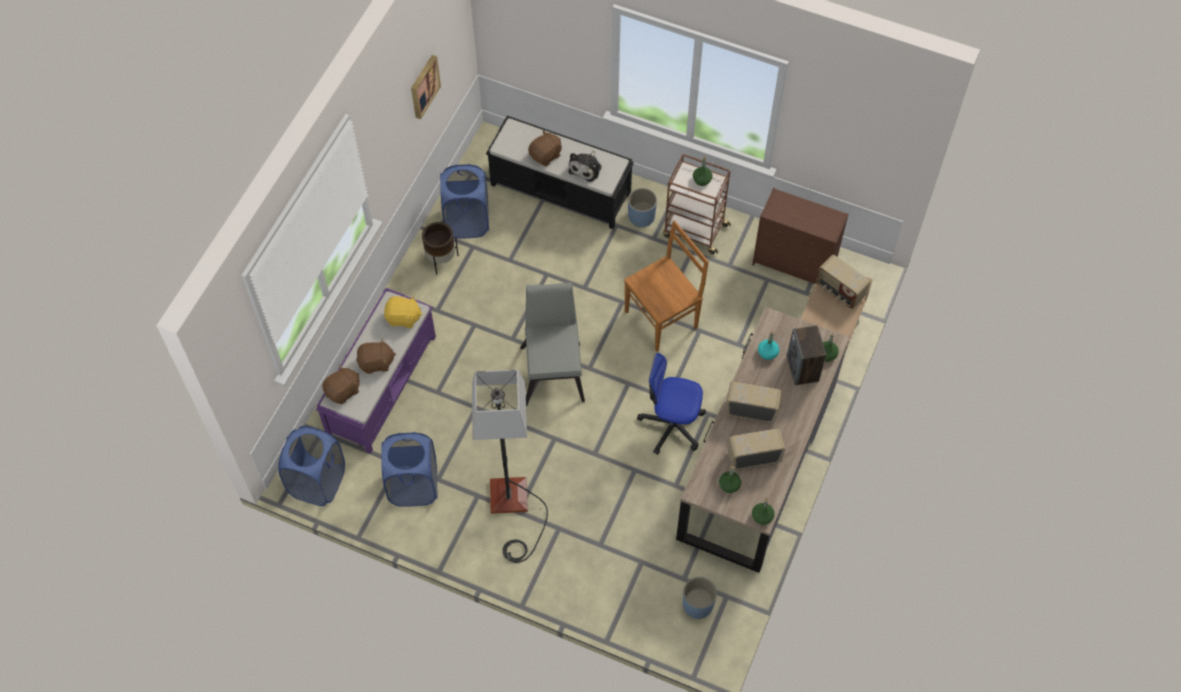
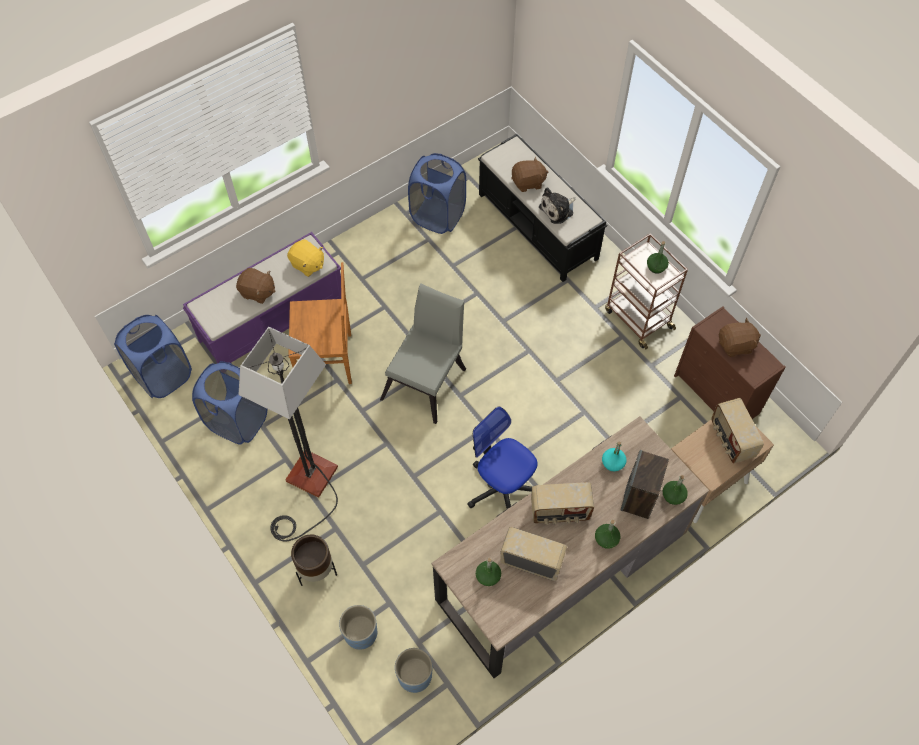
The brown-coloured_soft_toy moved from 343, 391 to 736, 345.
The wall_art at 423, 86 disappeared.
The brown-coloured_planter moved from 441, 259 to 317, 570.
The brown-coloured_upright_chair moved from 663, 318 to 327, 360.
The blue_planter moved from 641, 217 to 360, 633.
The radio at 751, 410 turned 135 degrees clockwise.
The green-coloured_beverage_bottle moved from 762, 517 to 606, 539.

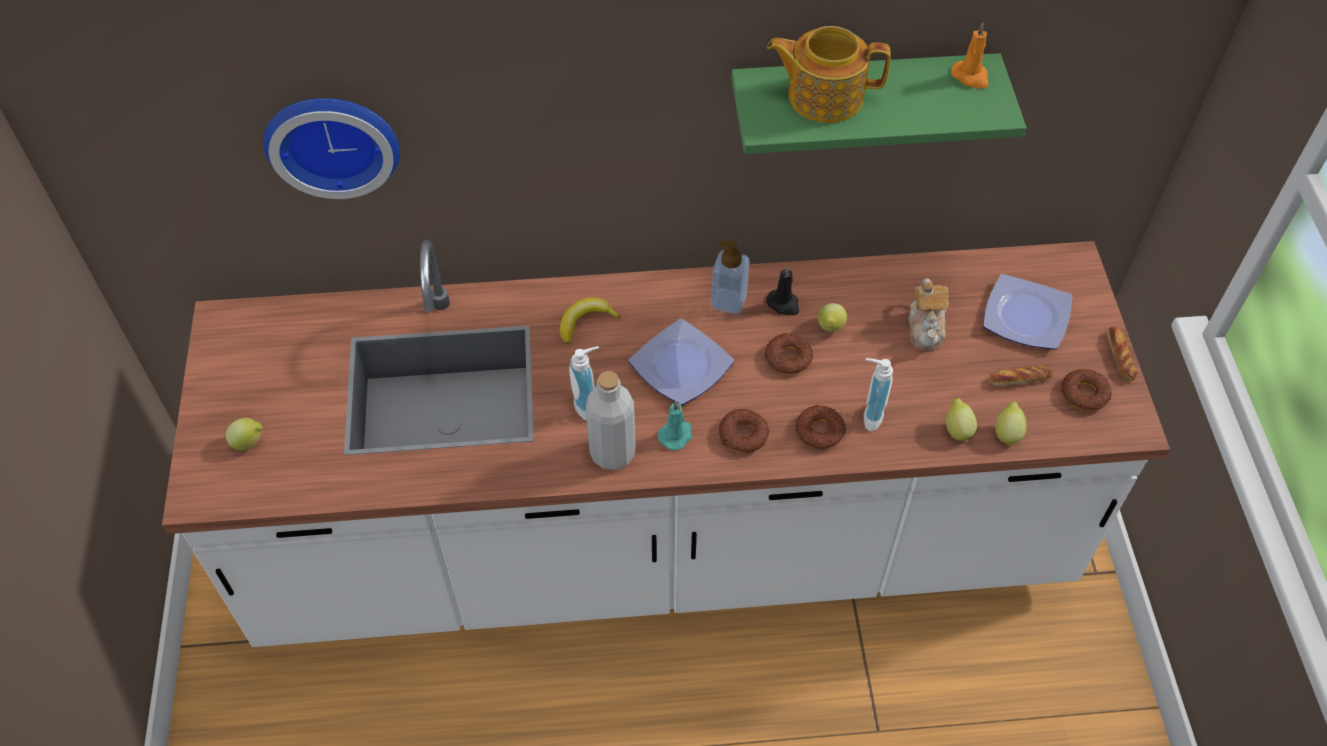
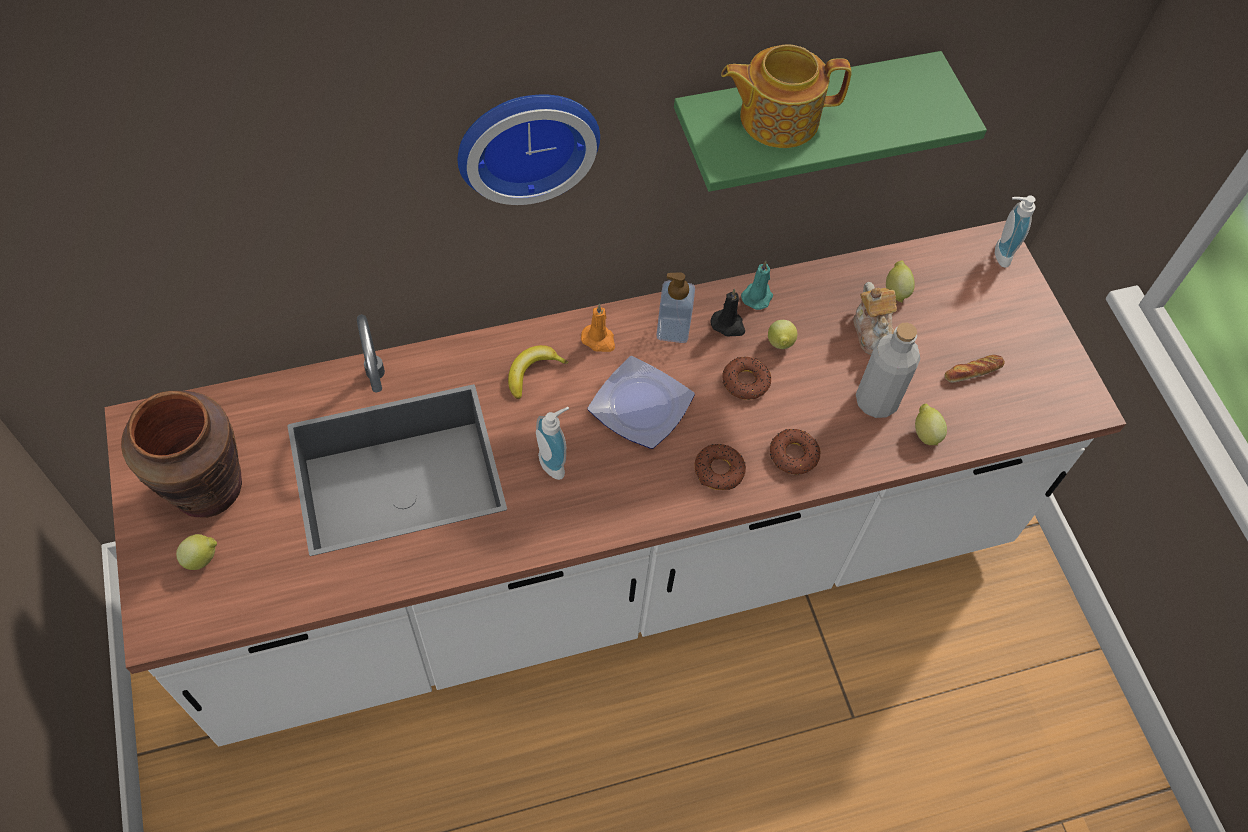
The clock_on_the_wall moved from 333, 139 to 526, 140.
The grey_beverage_bottle moved from 612, 453 to 876, 401.
The blue-green_wax_candle moved from 676, 435 to 757, 296.
The soap_dispenser moved from 868, 415 to 998, 253.
The orange_wax_candle moved from 971, 77 to 599, 340.
The dinner_plate at 1027, 316 disappeared.
The whole_lemon moved from 1007, 433 to 896, 291.
The donut at 1084, 394 disappeared.
The baked_bread at 1119, 356 disappeared.
The brown-coloured_flower_vase at 206, 489 appeared.

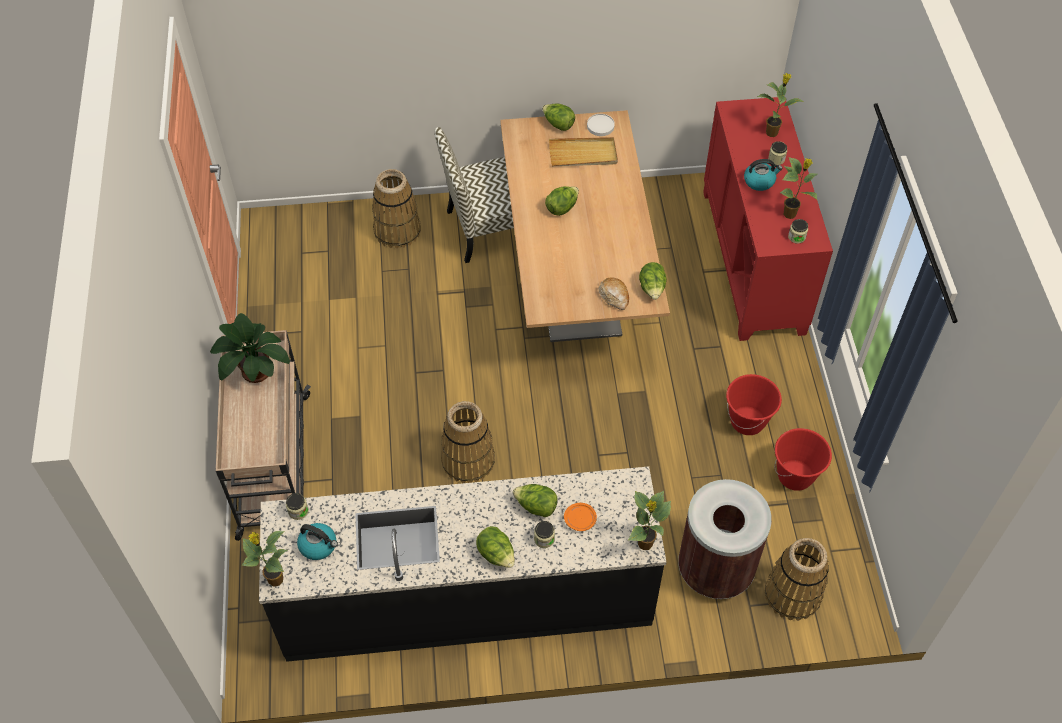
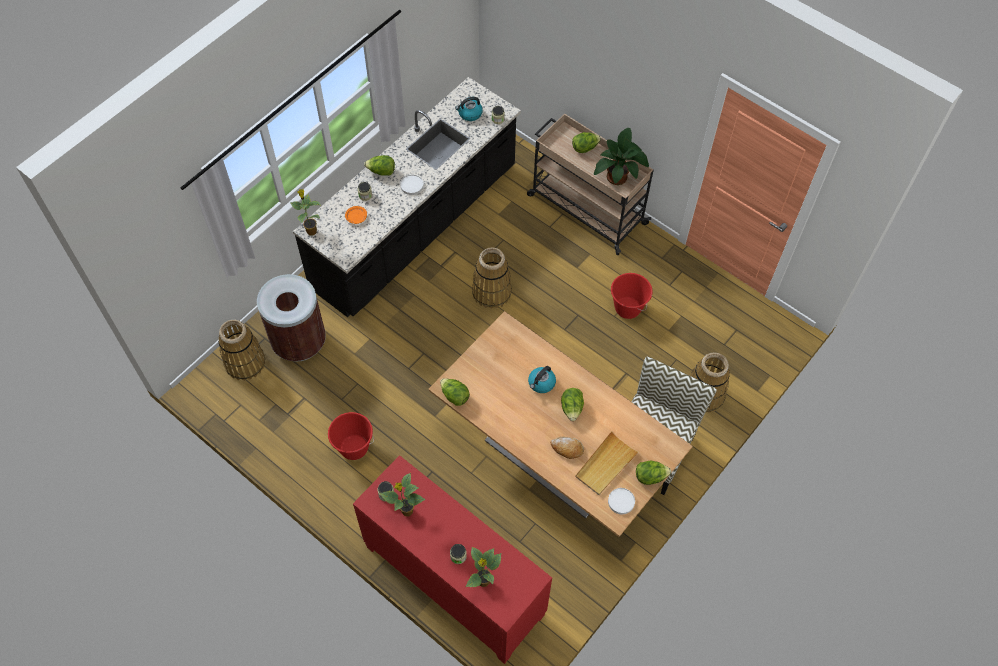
The plant_in_a_pot at 274, 579 disappeared.
The lettuce moved from 536, 506 to 585, 148.
The baked_bread moved from 614, 296 to 567, 449.
The kettle moved from 759, 181 to 541, 383.
The red_bucket moved from 795, 476 to 627, 308.
The whitish_dinner_plate at 412, 186 appeared.

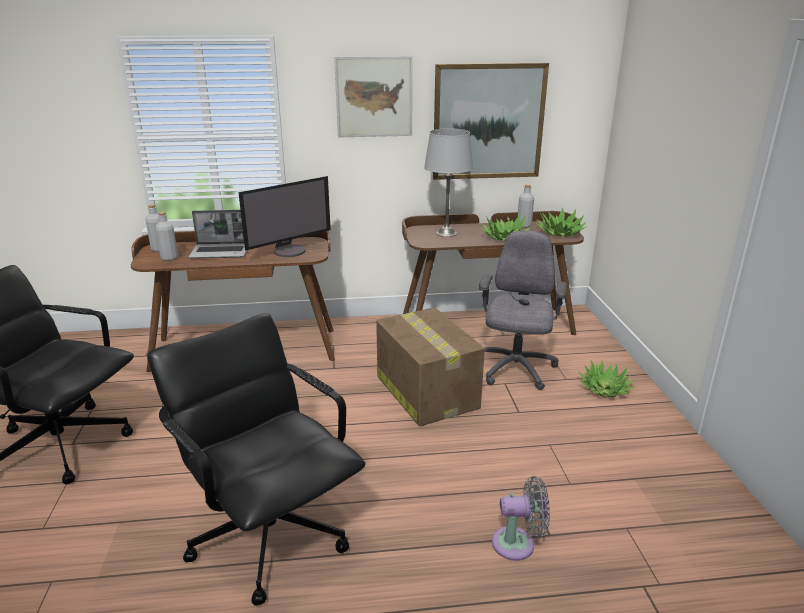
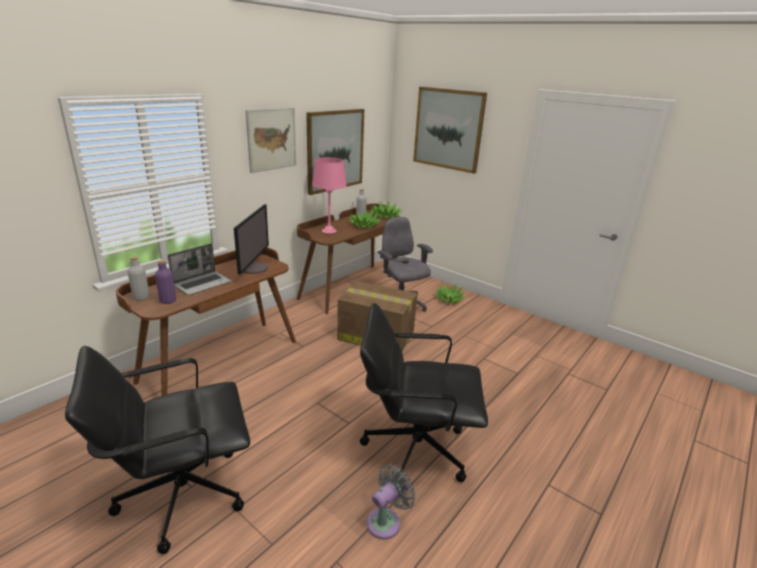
The grey_beverage_bottle at 169, 258 became the purple_beverage_bottle at 168, 301.
The grey_tabletop_lamp at 446, 233 became the pinkish_tabletop_lamp at 329, 231.
The grey_electric_fan moved from 518, 544 to 386, 521.
The wall_art at 448, 129 appeared.

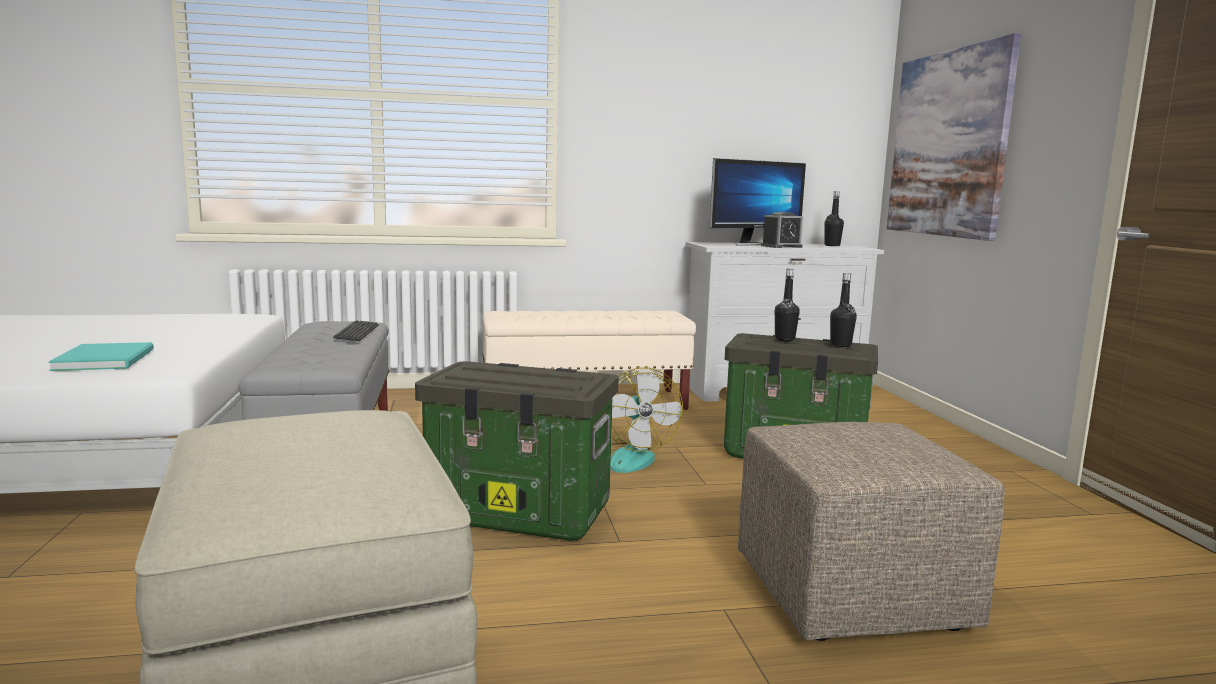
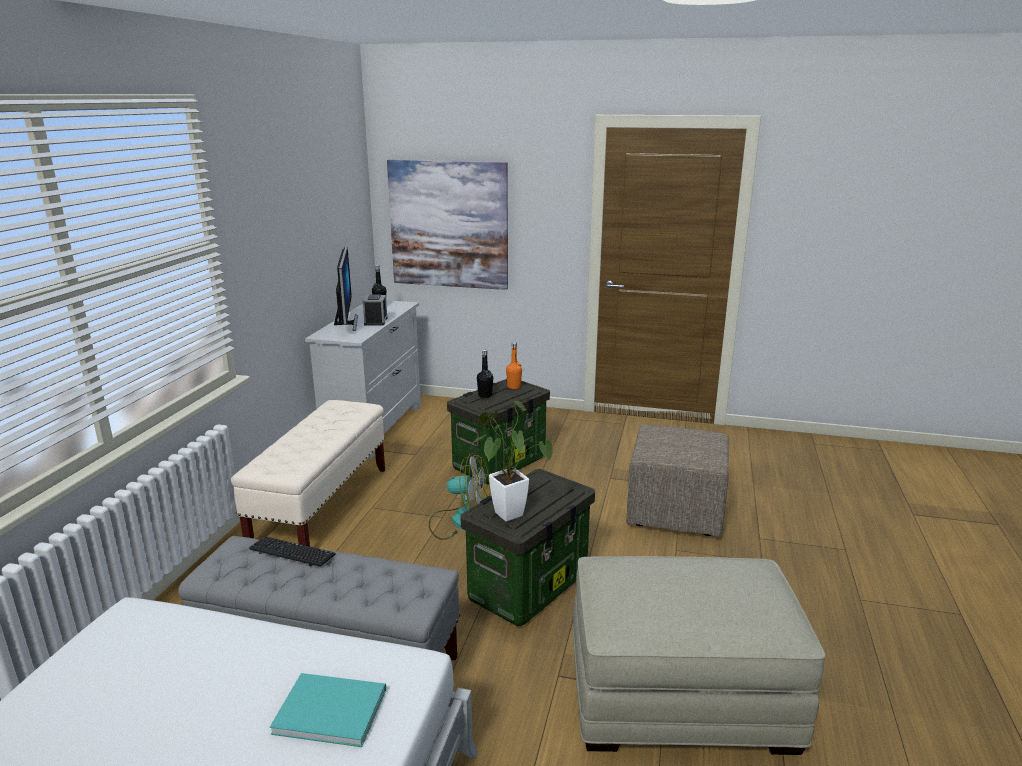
The black_beverage_bottle at 840, 345 became the orange_beverage_bottle at 514, 387.
The plant_in_a_pot at 505, 511 appeared.

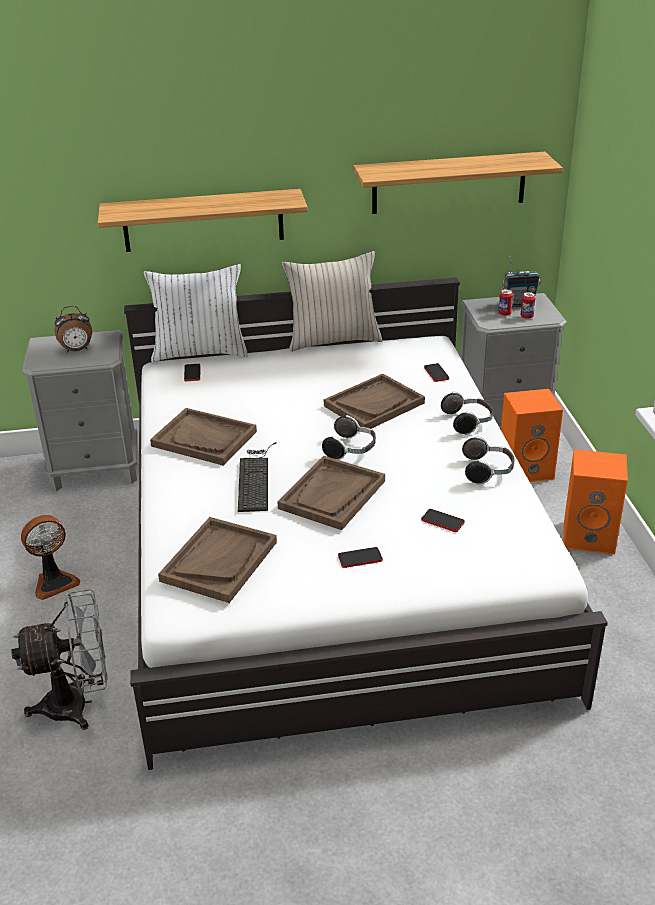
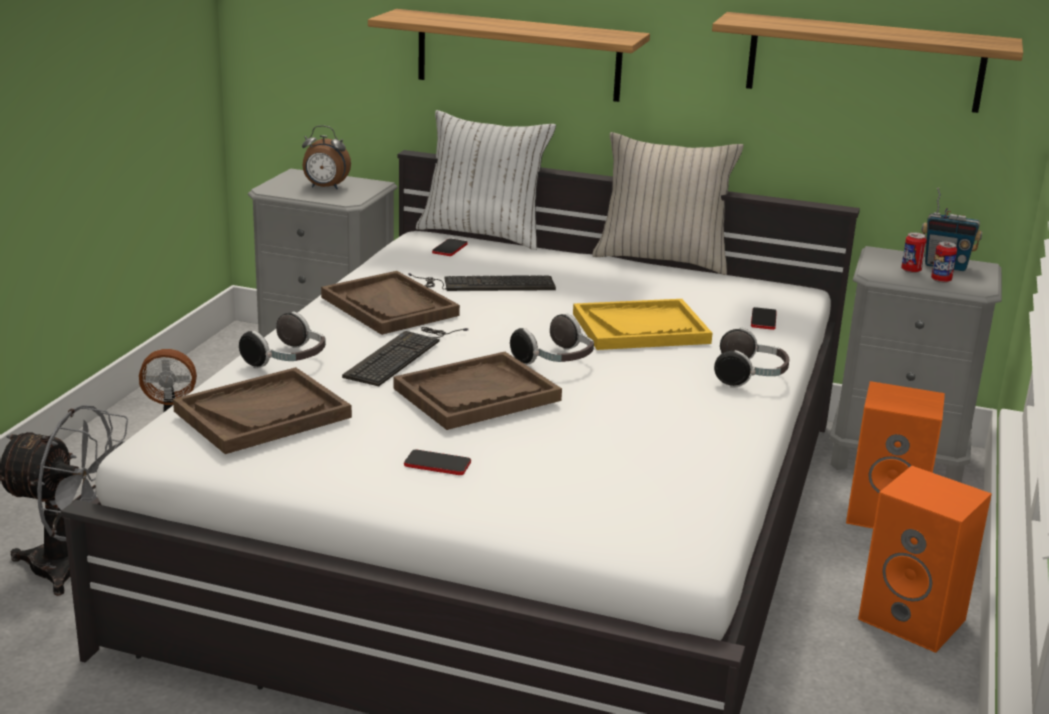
The brown-coloured_carrying_tray at 374, 404 became the yellow_carrying_tray at 640, 328.
The phone at 442, 521 disappeared.
The pair_of_headphones moved from 488, 471 to 288, 361.
The keyboard at 485, 284 appeared.

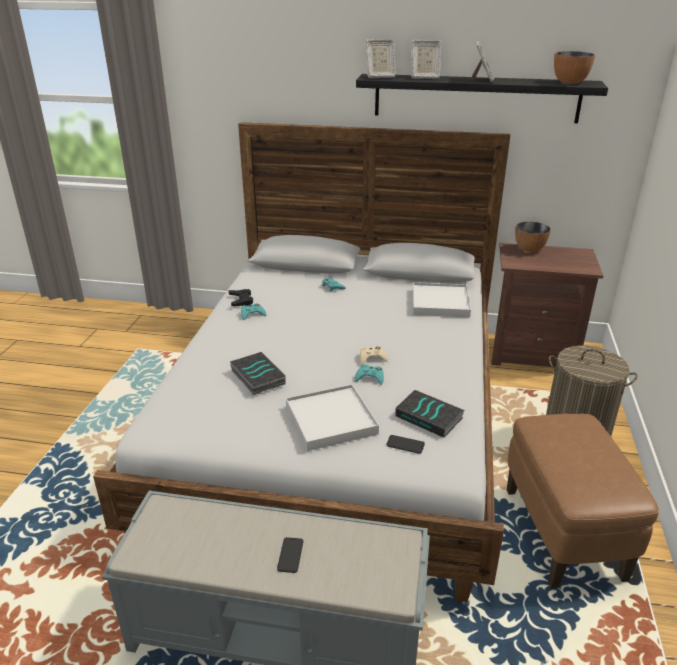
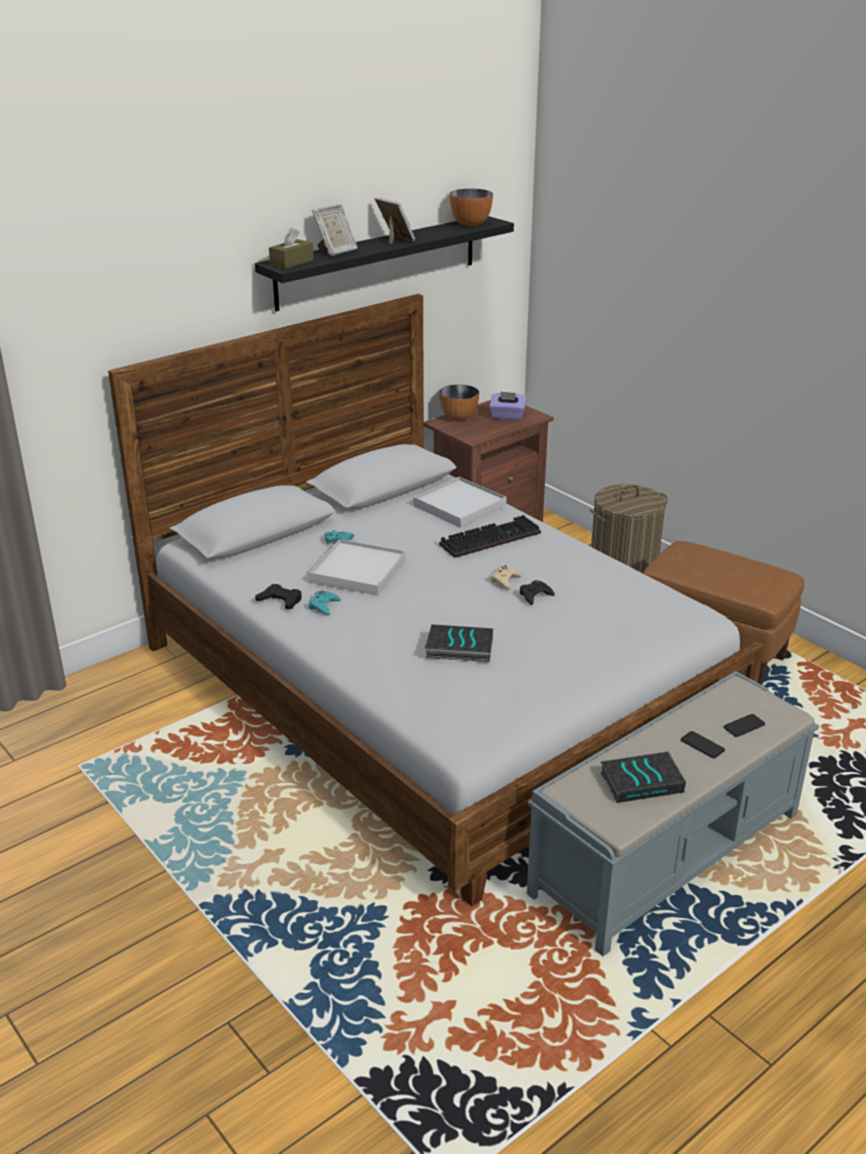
The whitish_carrying_tray moved from 330, 420 to 358, 571.
The blue-green_joypad at 370, 377 became the black_joypad at 535, 595.
The picture_frame at 379, 77 was replaced by the brown-coloured_tissue_holder at 291, 262.
The phone moved from 405, 444 to 744, 726.
The bound_book moved from 430, 417 to 642, 781.
The keyboard at 490, 538 appeared.
The purple_tissue_holder at 507, 416 appeared.

